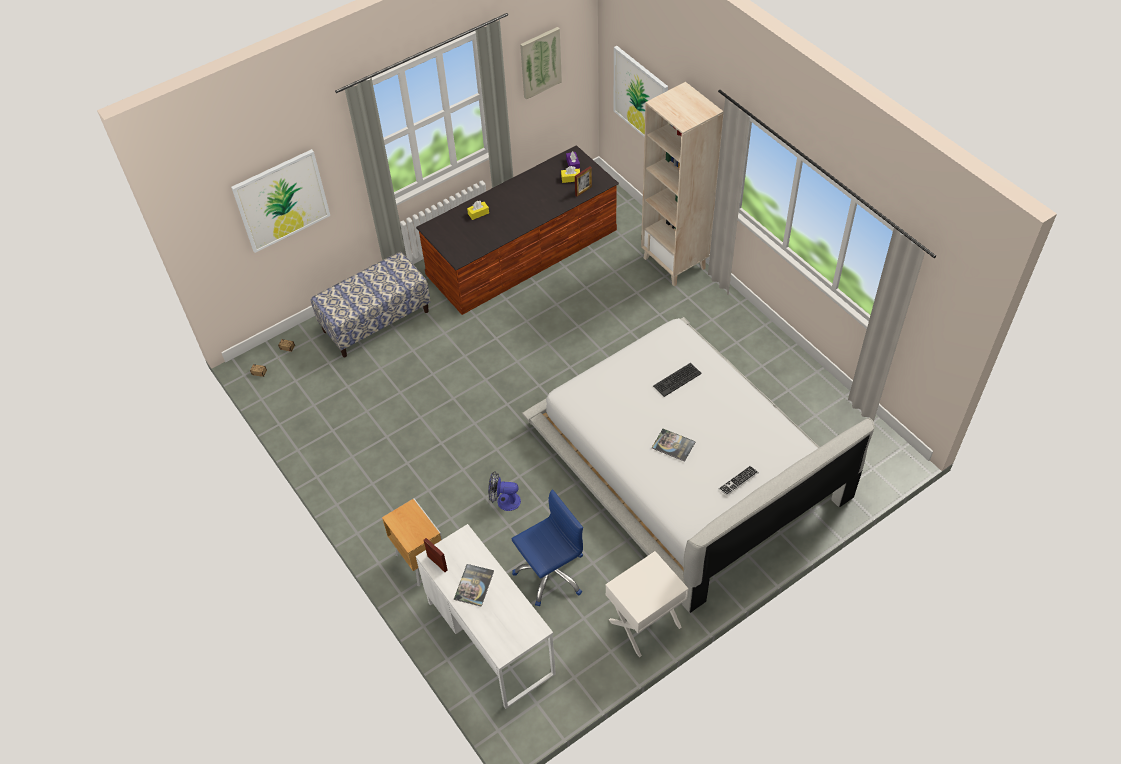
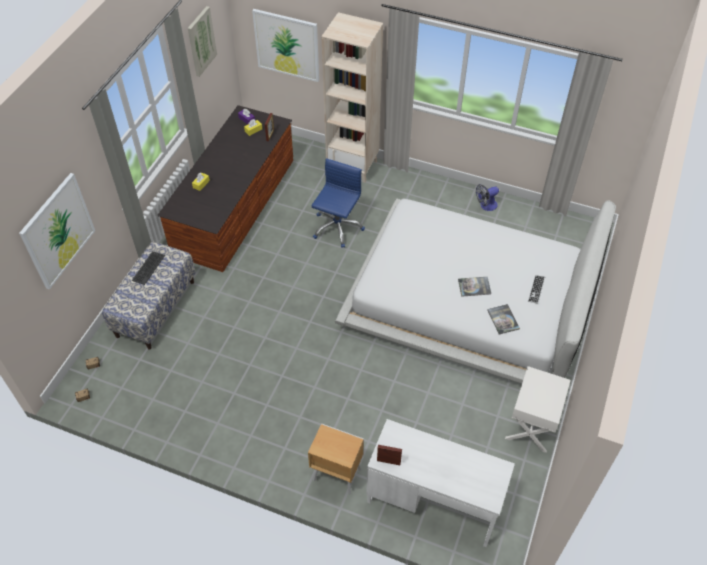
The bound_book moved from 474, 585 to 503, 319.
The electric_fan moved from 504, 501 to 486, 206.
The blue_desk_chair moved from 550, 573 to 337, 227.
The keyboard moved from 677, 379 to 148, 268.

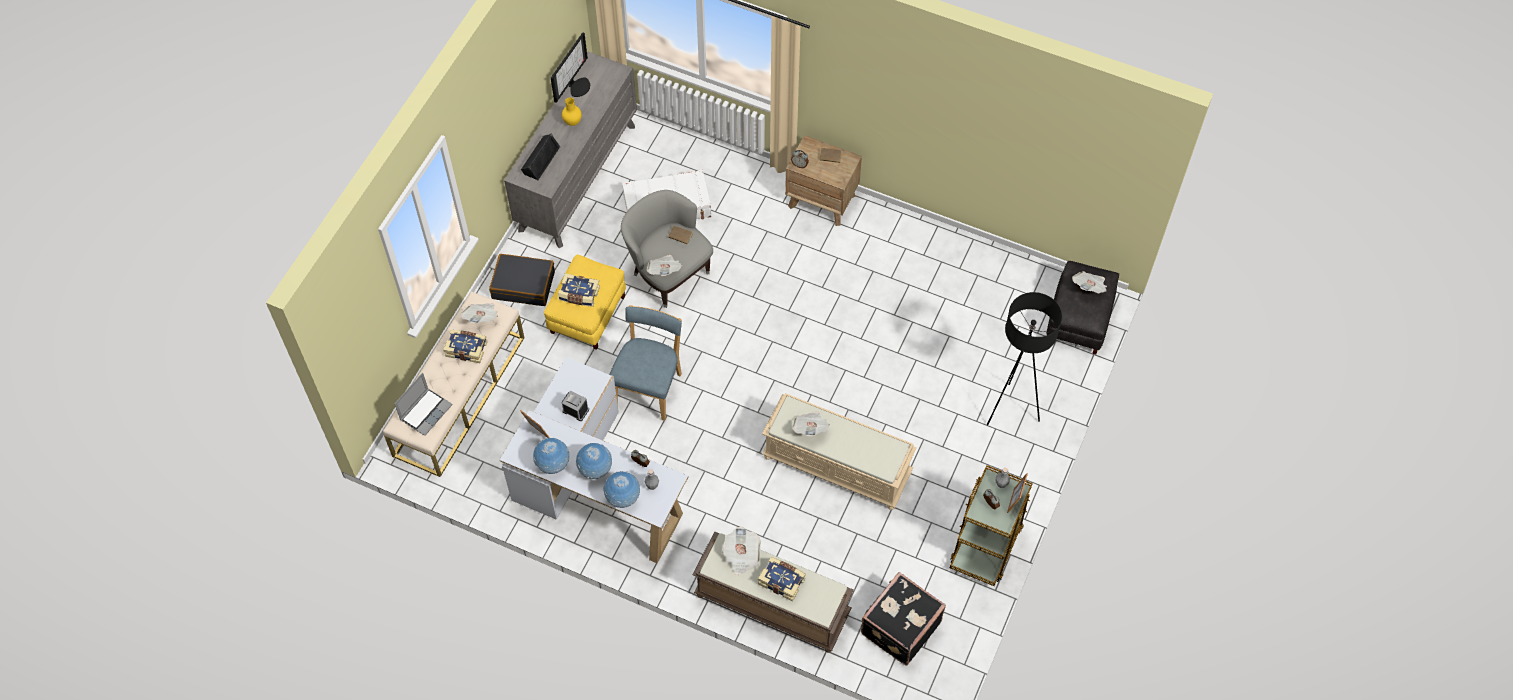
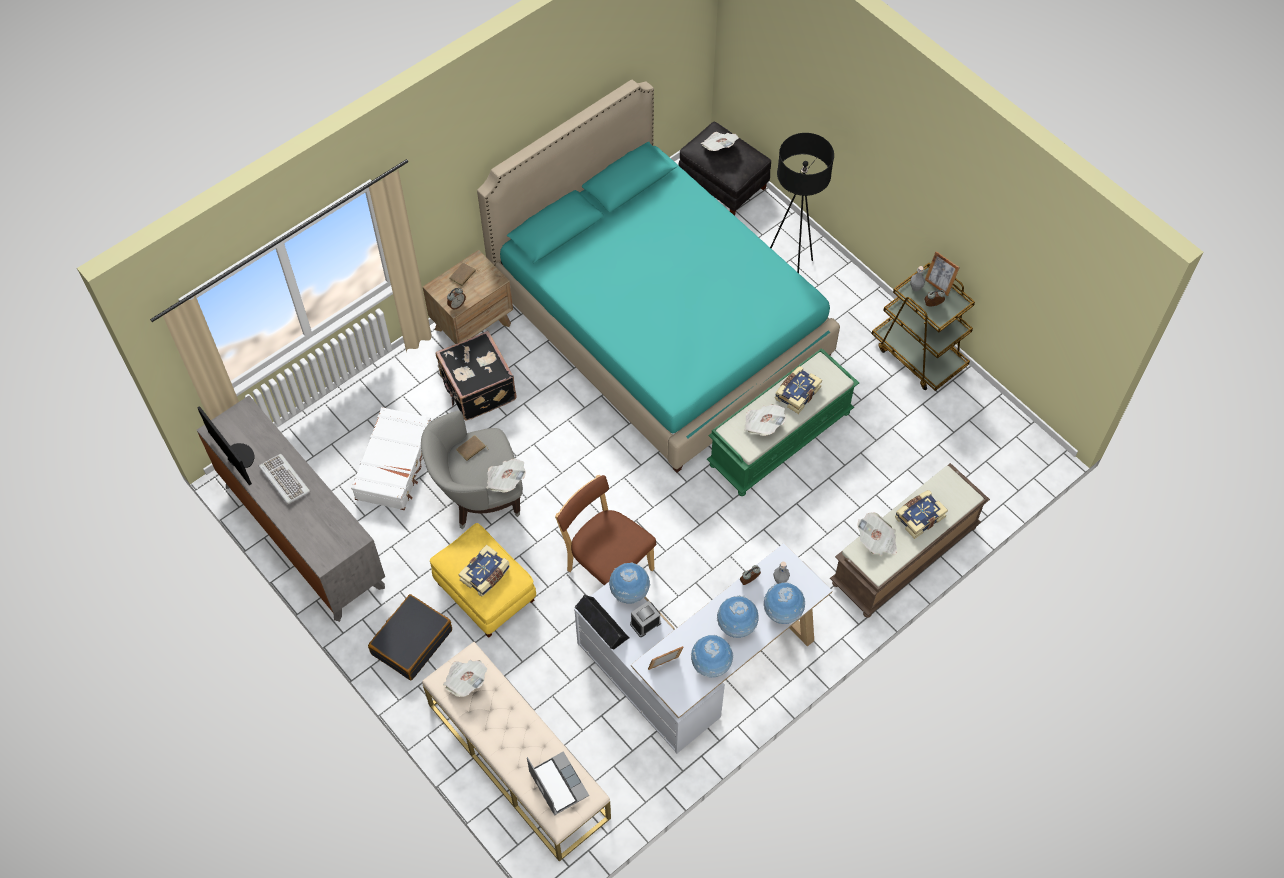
The bound_book moved from 466, 348 to 796, 393.
The black_loudspeaker moved from 540, 159 to 601, 625.
The yellow_flower_vase at 572, 122 was replaced by the keyboard at 284, 480.
The blue_upright_chair at 650, 387 became the brown-coloured_upright_chair at 607, 567.
The sand-coloured_indoor_bench at 838, 465 became the green-coloured_indoor_bench at 780, 437.
The black_piece_of_luggage moved from 899, 627 to 477, 389.
The blue-green_bedroom_bed at 659, 323 appeared.
The desk_globe at 629, 592 appeared.

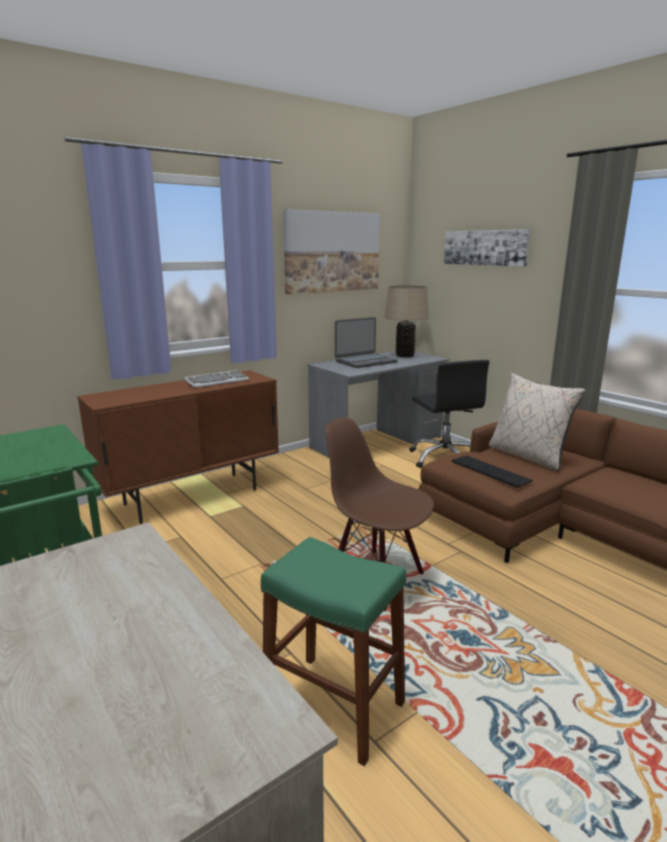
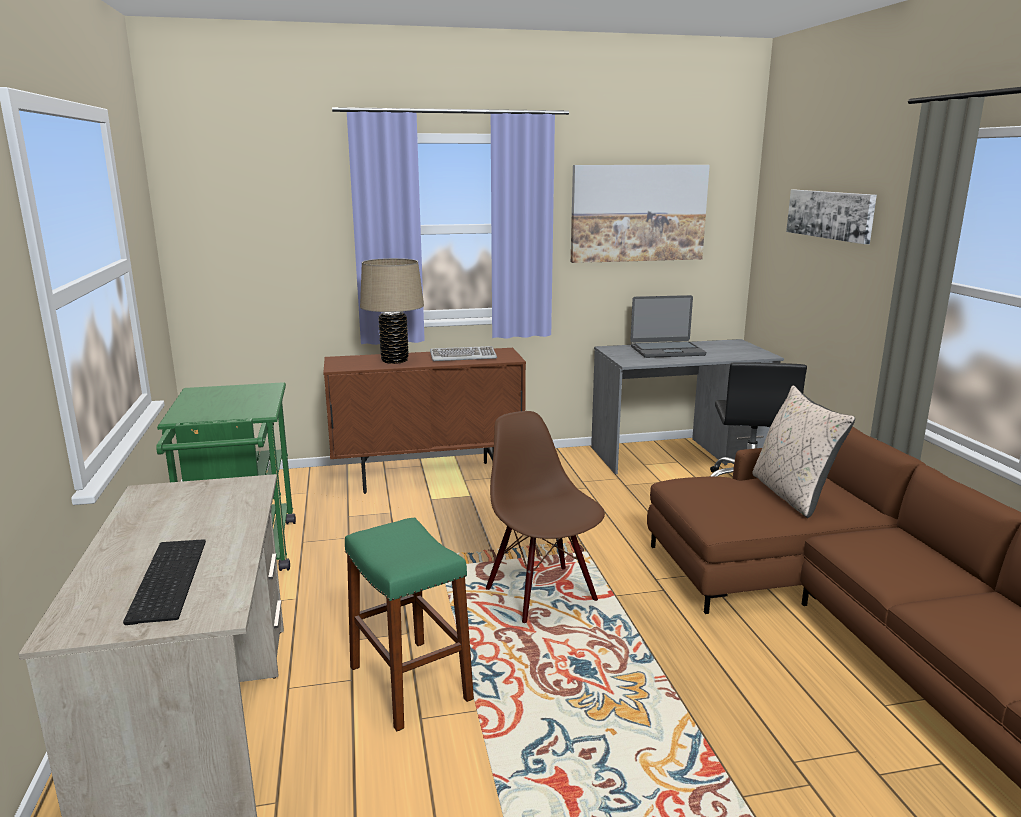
The sand-coloured_tabletop_lamp moved from 404, 355 to 394, 360.
The keyboard moved from 488, 471 to 165, 578.

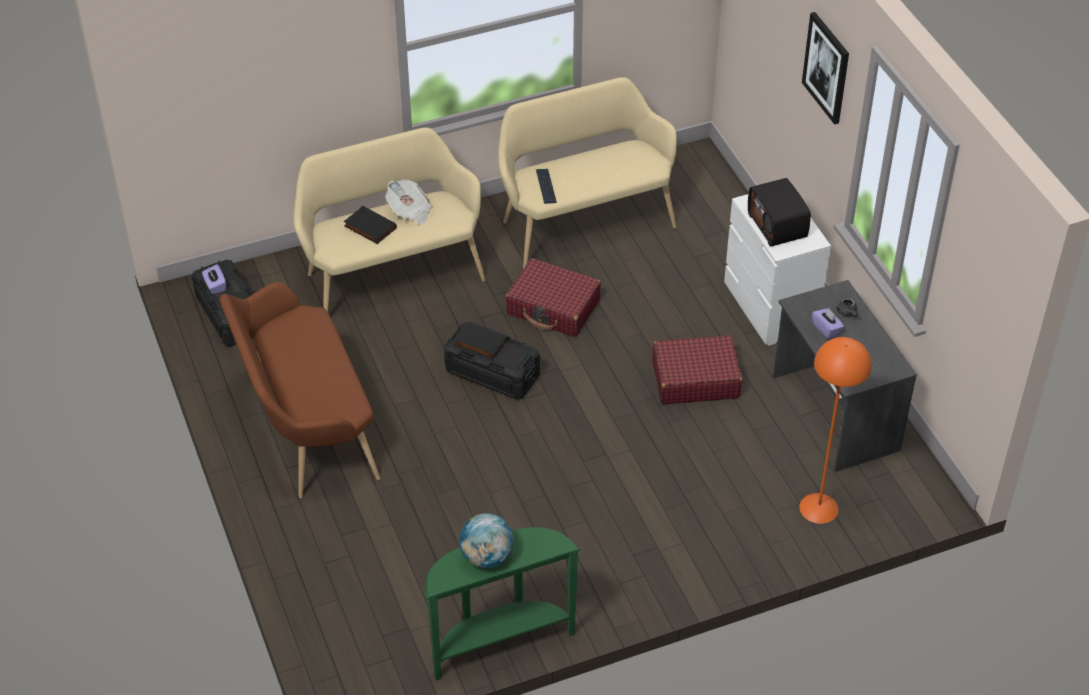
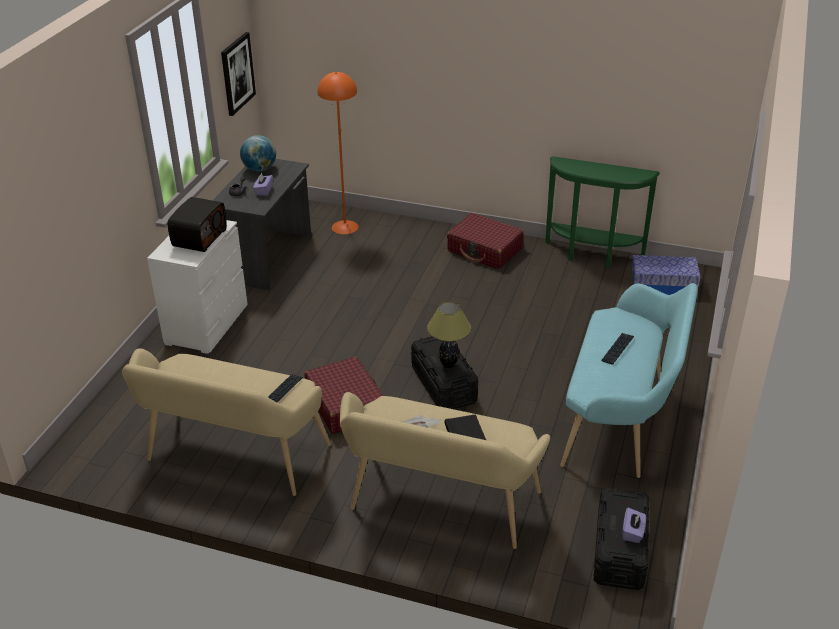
The brown-coloured_indoor_bench at 305, 429 became the blue-green_indoor_bench at 621, 419.
The black_bound_book at 480, 343 was replaced by the tabletop_lamp at 449, 365.
The desk_globe moved from 486, 557 to 260, 169.
The red_piece_of_luggage moved from 695, 379 to 485, 250.
The wall_art moved from 827, 67 to 237, 73.
The keyboard at 617, 349 appeared.
The storage_bin at 663, 285 appeared.

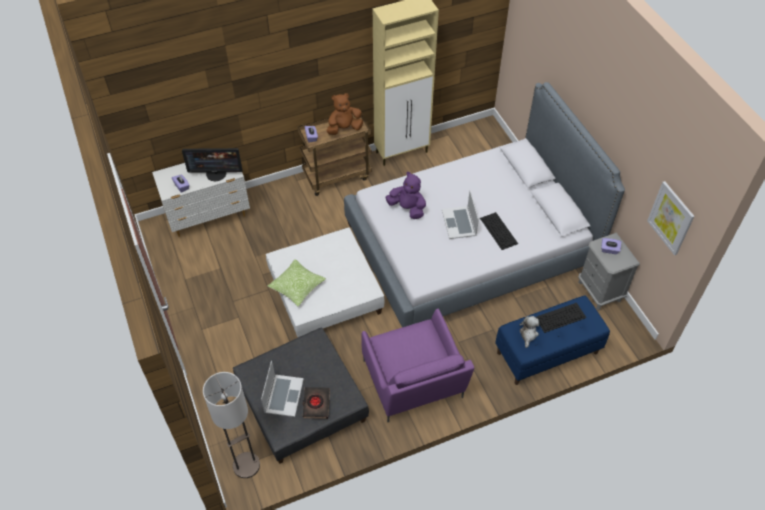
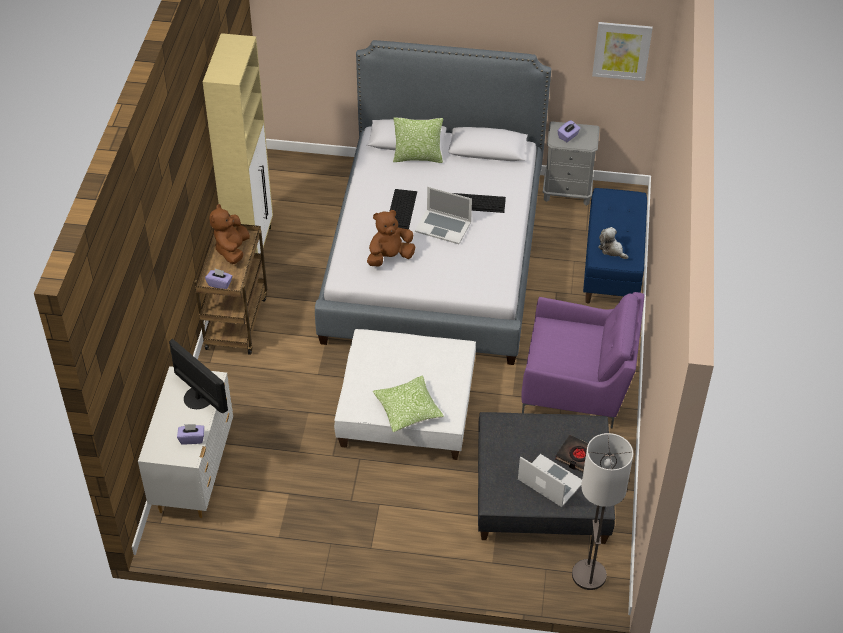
The computer_screen at 216, 173 turned 75 degrees counterclockwise.
The purple_soft_toy at 407, 208 became the brown-coloured_soft_toy at 389, 257.
The keyboard moved from 560, 318 to 401, 209.
The cushion at 418, 157 appeared.

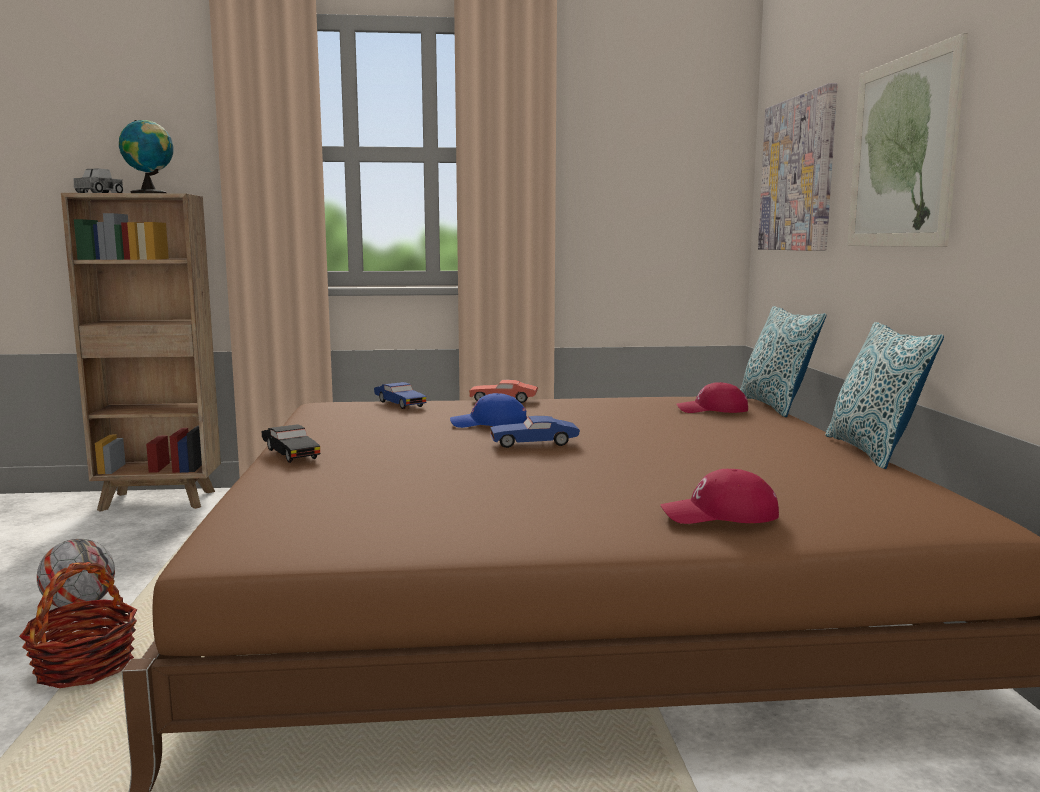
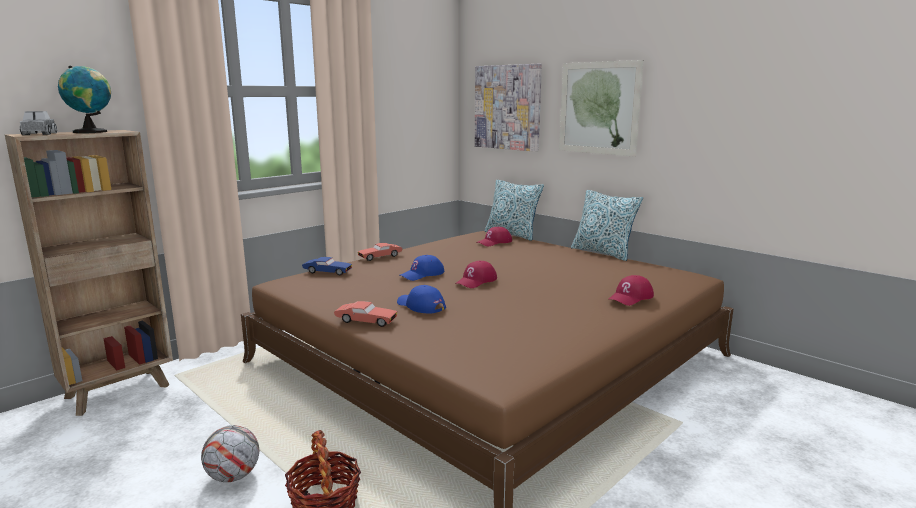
The black_toy_car at 290, 454 became the red_toy_car at 366, 321.
The blue_toy_car at 534, 443 was replaced by the red_baseball_cap at 476, 281.
The blue_baseball_cap at 420, 306 appeared.

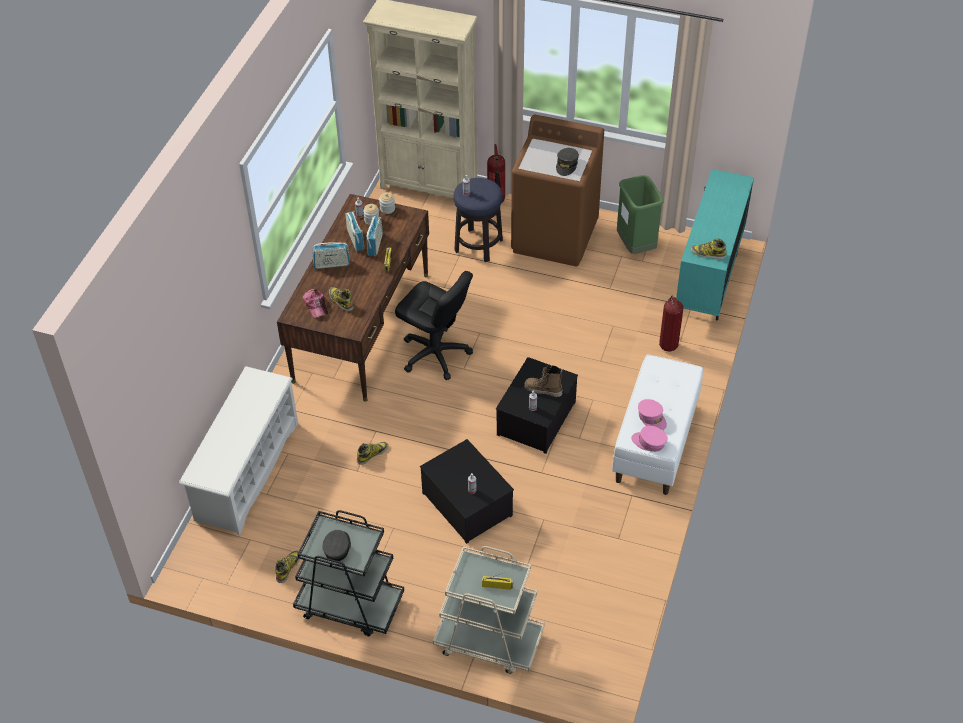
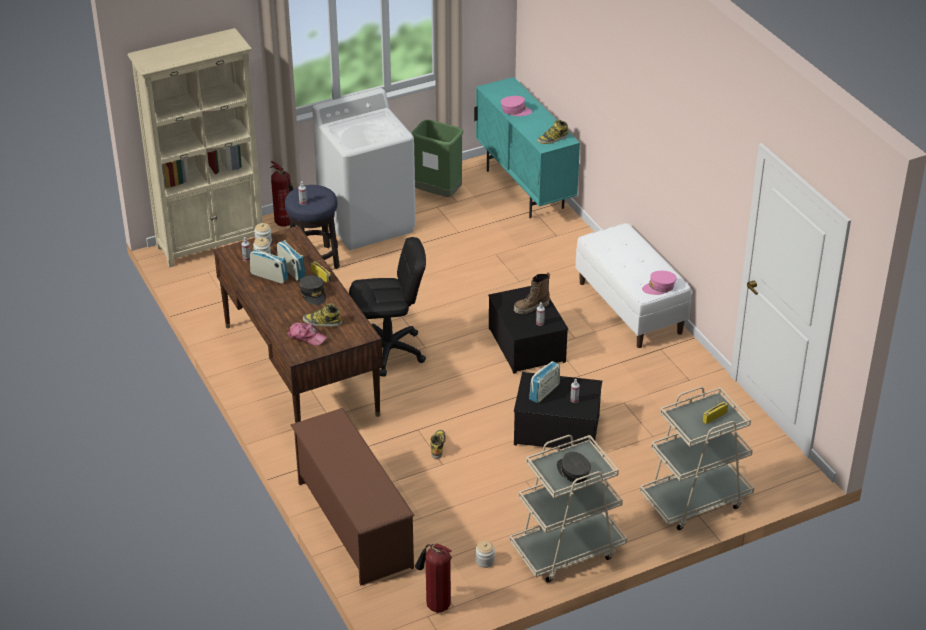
The whitish_shoe_stand at 246, 471 became the brown-coloured_shoe_stand at 353, 524.
The tall_boot at 288, 567 was replaced by the preserve_jar at 485, 561.
The black_trolley at 349, 605 became the sand-coloured_trolley at 567, 550.
The radio moved from 332, 264 to 544, 392.
The brown-coloured_laundry_machine at 555, 236 became the whitish_laundry_machine at 367, 221.
The grey_baseball_cap moved from 566, 165 to 313, 294.
The pinkish_baseball_cap moved from 652, 418 to 515, 110.
The extinguisher moved from 667, 344 to 435, 605.

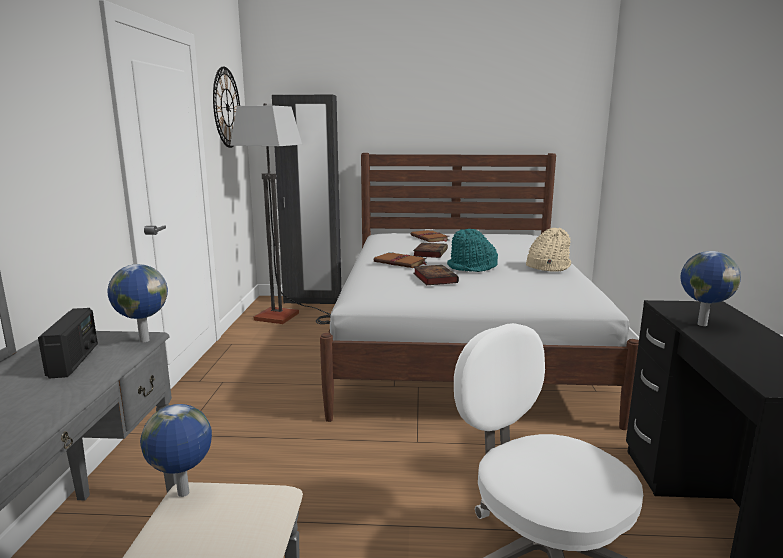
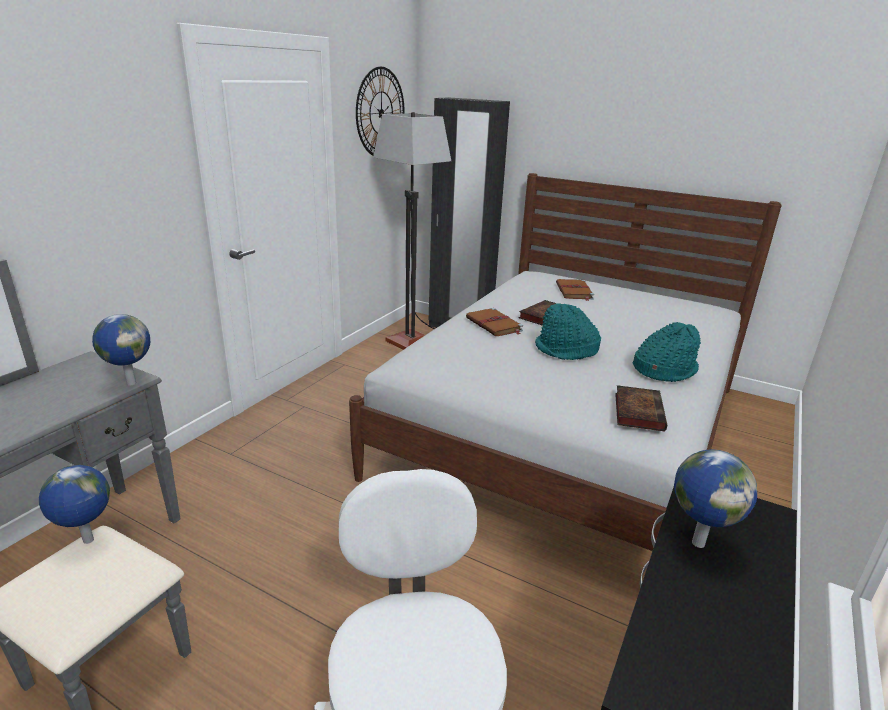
The radio at 74, 360 disappeared.
The bound_book moved from 434, 278 to 637, 411.
The sand-coloured_wearable_hat at 547, 267 became the blue-green_wearable_hat at 663, 370.

